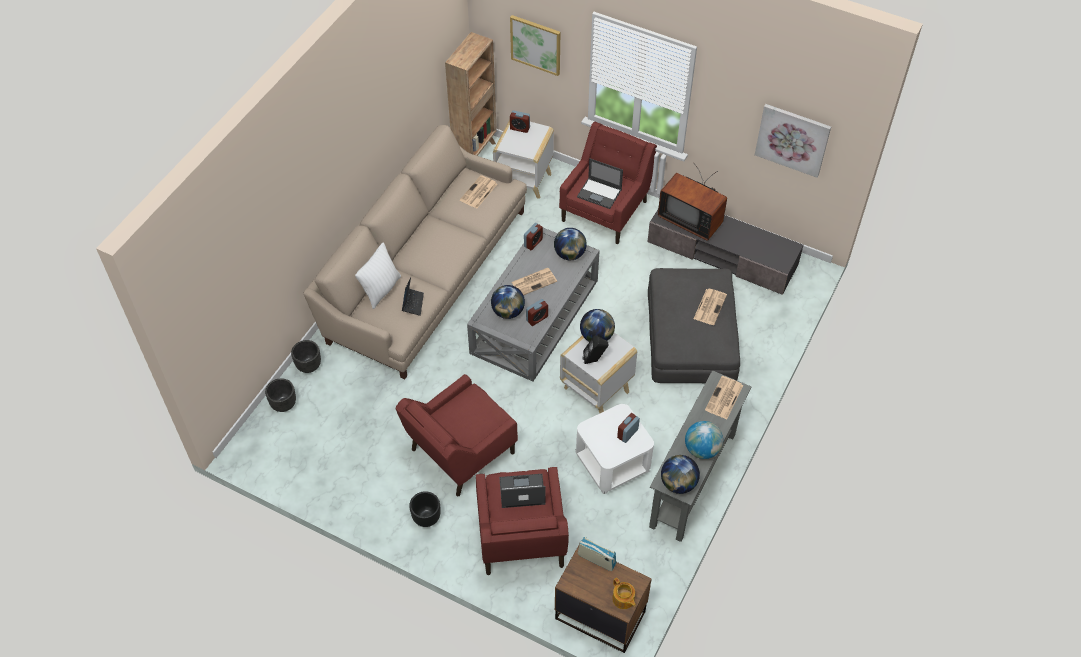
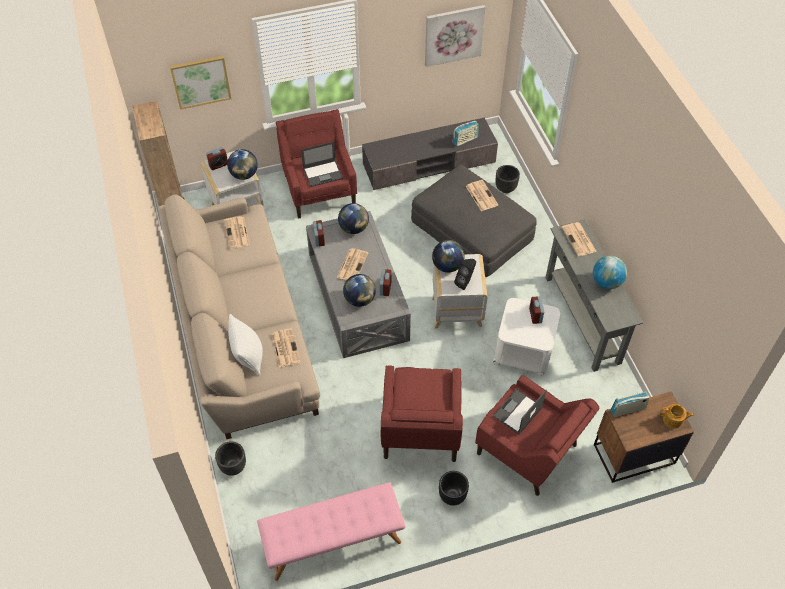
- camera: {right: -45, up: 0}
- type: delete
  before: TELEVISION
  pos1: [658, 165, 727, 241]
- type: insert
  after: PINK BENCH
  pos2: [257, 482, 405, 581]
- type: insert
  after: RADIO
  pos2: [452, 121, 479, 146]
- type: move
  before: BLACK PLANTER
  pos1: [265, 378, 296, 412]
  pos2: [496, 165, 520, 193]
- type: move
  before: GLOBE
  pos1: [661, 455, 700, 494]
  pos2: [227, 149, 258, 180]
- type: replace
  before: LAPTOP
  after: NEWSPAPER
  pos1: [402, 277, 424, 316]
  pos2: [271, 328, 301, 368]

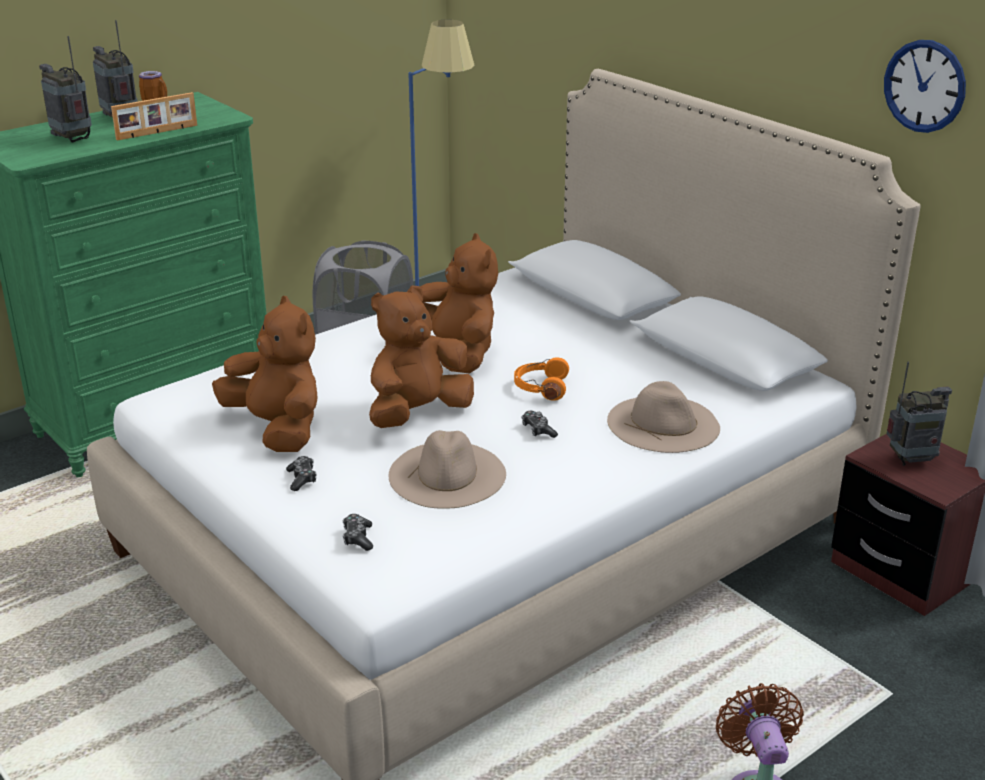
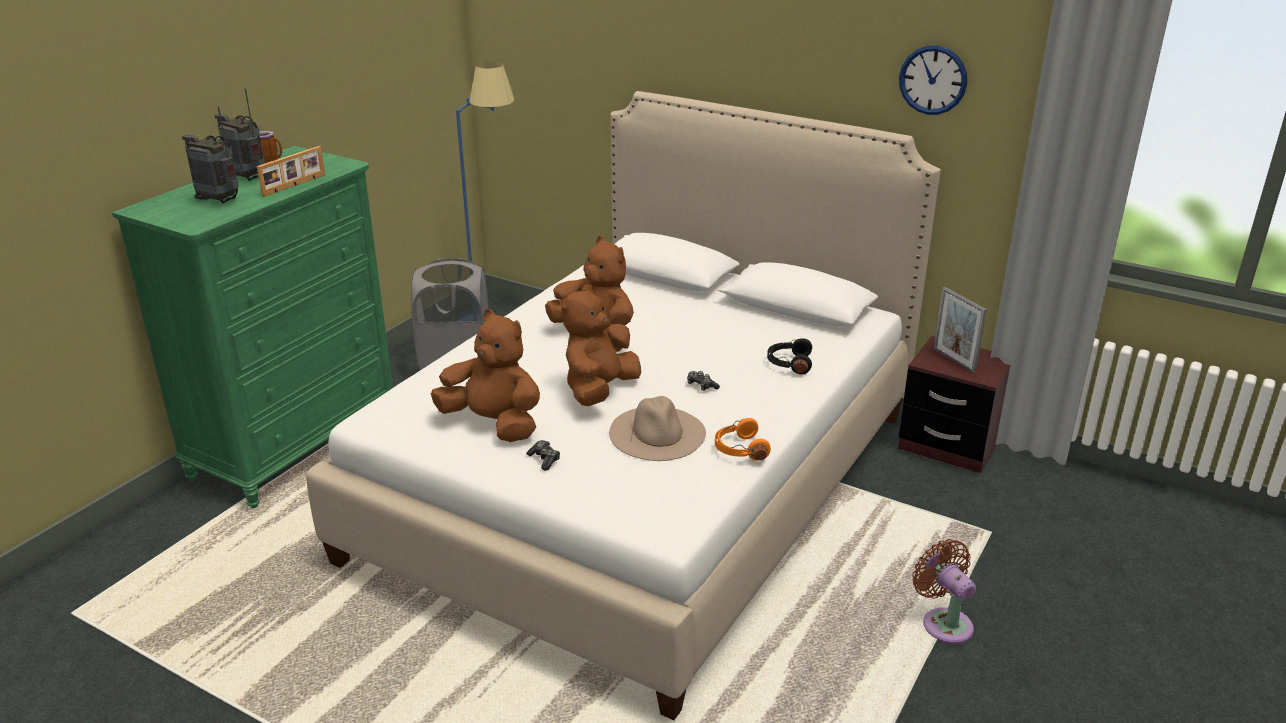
- camera: {right: -20, up: 0}
- type: delete
  before: GAME CONTROLLER
  pos1: [343, 514, 373, 551]
- type: move
  before: ORANGE HEADPHONES
  pos1: [514, 358, 569, 401]
  pos2: [715, 418, 771, 461]
- type: replace
  before: BEIGE HAT
  after: BLACK HEADPHONES
  pos1: [607, 381, 720, 453]
  pos2: [767, 338, 812, 374]
- type: replace
  before: RADIO
  after: PICTURE FRAME
  pos1: [887, 362, 952, 466]
  pos2: [934, 287, 987, 373]

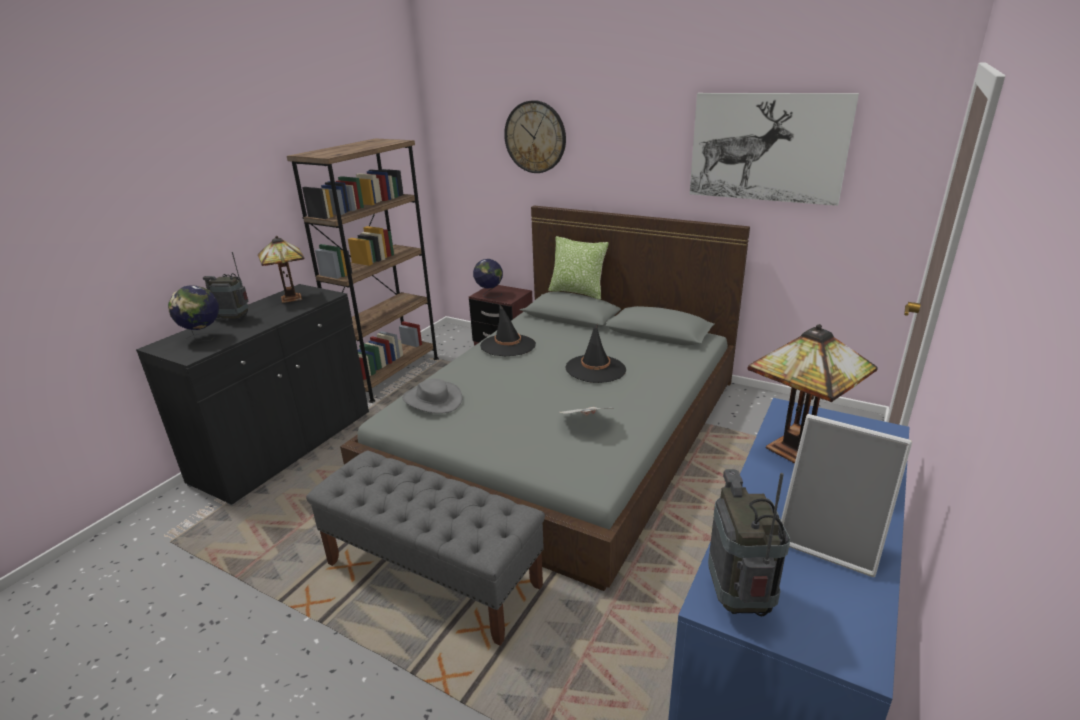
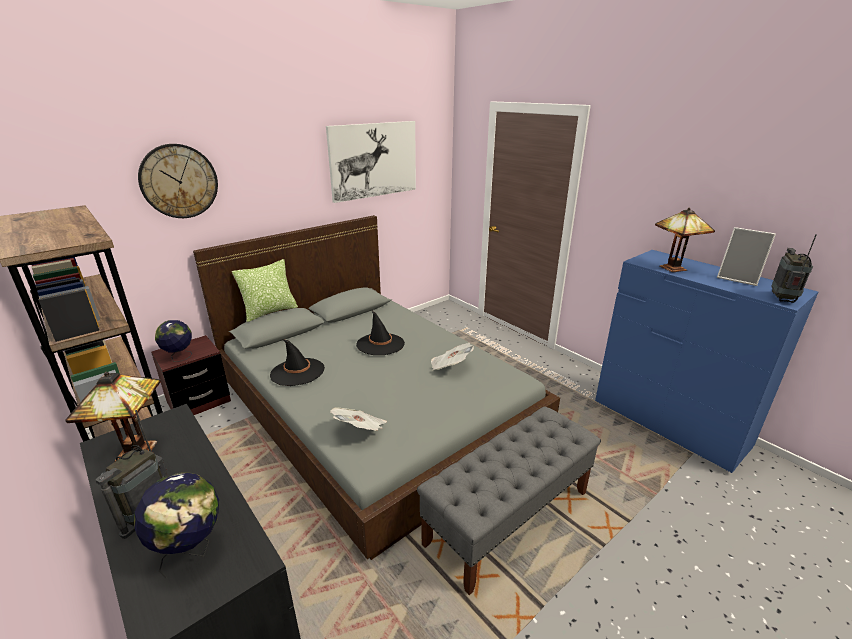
- camera: {right: -70, up: 0}
- type: replace
  before: GREY HAT
  after: NEWSPAPER
  pos1: [402, 379, 463, 414]
  pos2: [330, 407, 387, 431]
- type: rotate
  before: RADIO
  pos1: [708, 469, 790, 616]
  pos2: [772, 234, 817, 303]
  turn: 90
- type: rotate
  before: PICTURE FRAME
  pos1: [781, 414, 912, 577]
  pos2: [717, 227, 776, 286]
  turn: 75

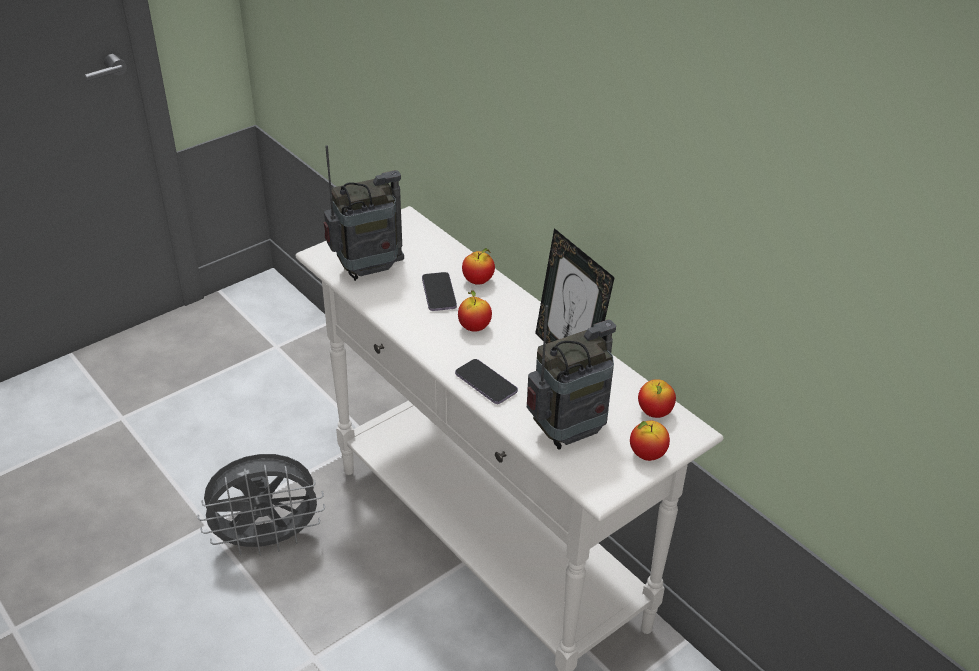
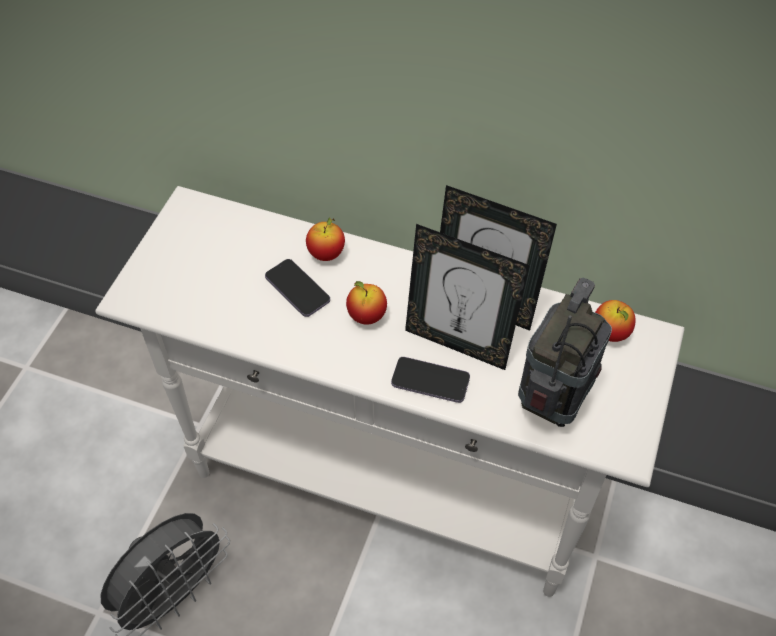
- camera: {right: -30, up: 15}
- type: delete
  before: RADIO
  pos1: [323, 145, 404, 281]
- type: delete
  before: APPLE
  pos1: [630, 420, 670, 461]
- type: insert
  after: PICTURE FRAME
  pos2: [405, 224, 530, 370]

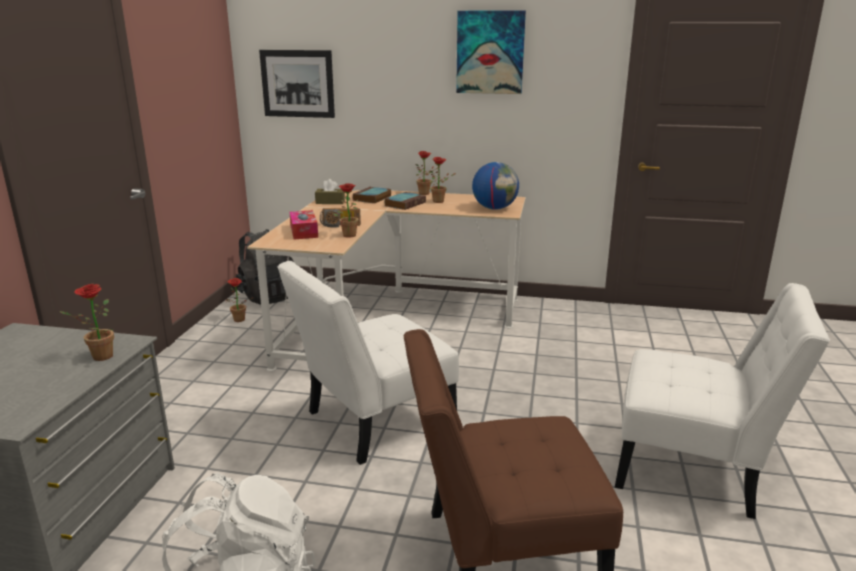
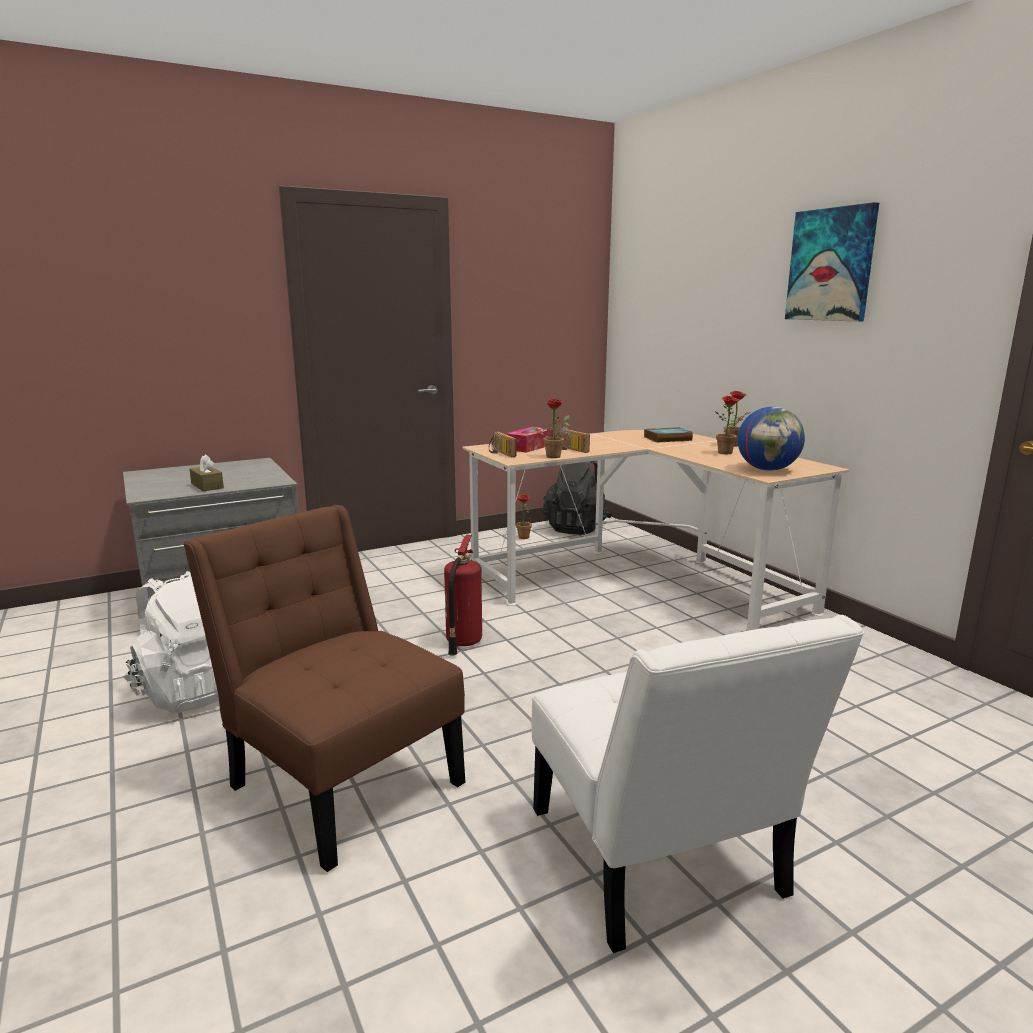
- camera: {right: 50, up: -5}
- type: delete
  before: POTTED PLANT
  pos1: [59, 284, 114, 361]
- type: delete
  before: PICTURE
  pos1: [259, 50, 335, 118]
- type: delete
  before: BOOK
  pos1: [385, 192, 426, 210]
- type: insert
  after: RADIO
  pos2: [489, 431, 517, 457]
- type: move
  before: BROWN TISSUE BOX
  pos1: [315, 179, 345, 204]
  pos2: [189, 455, 224, 491]
- type: replace
  before: WHITE CHAIR
  after: FIRE EXTINGUISHER
  pos1: [277, 261, 459, 465]
  pos2: [444, 535, 482, 656]

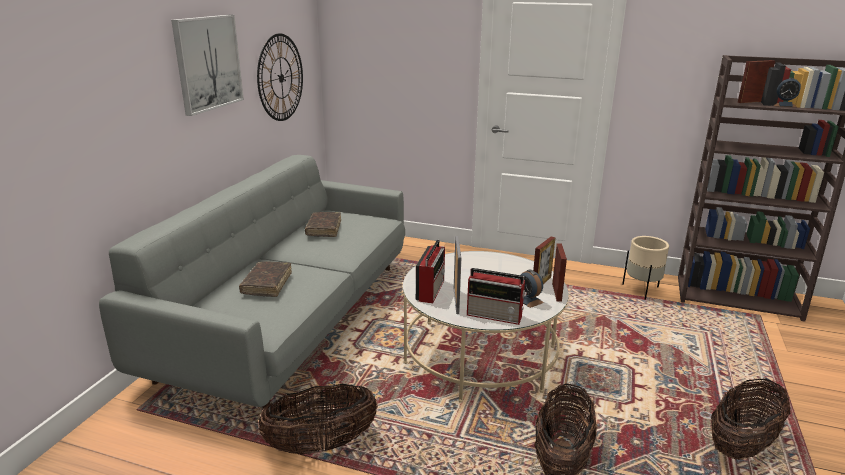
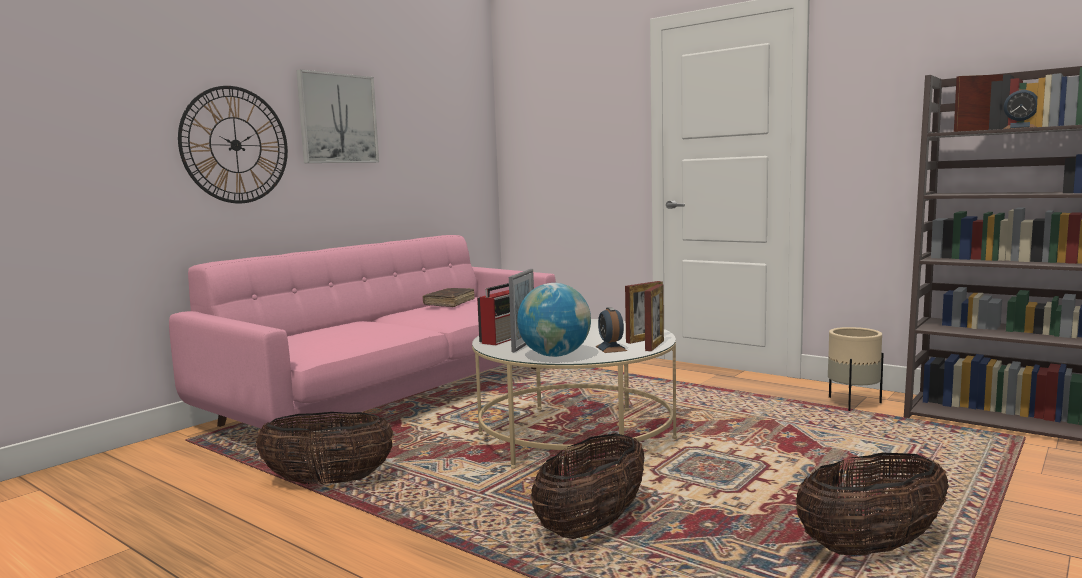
- camera: {right: 20, up: -15}
- type: delete
  before: BROWN BOOK
  pos1: [239, 261, 292, 297]
- type: move
  before: WALL CLOCK
  pos1: [257, 33, 303, 121]
  pos2: [178, 86, 288, 203]
- type: replace
  before: RADIO
  after: GLOBE
  pos1: [467, 268, 527, 325]
  pos2: [517, 283, 591, 357]
- type: recolor
  before: GREY SOFA
  after: PINK SOFA
  pos1: [99, 155, 405, 409]
  pos2: [169, 235, 556, 436]

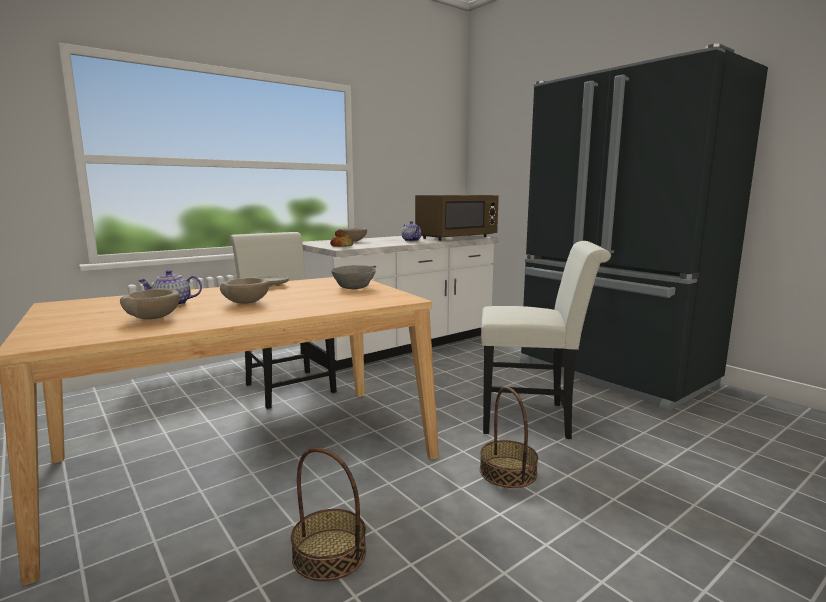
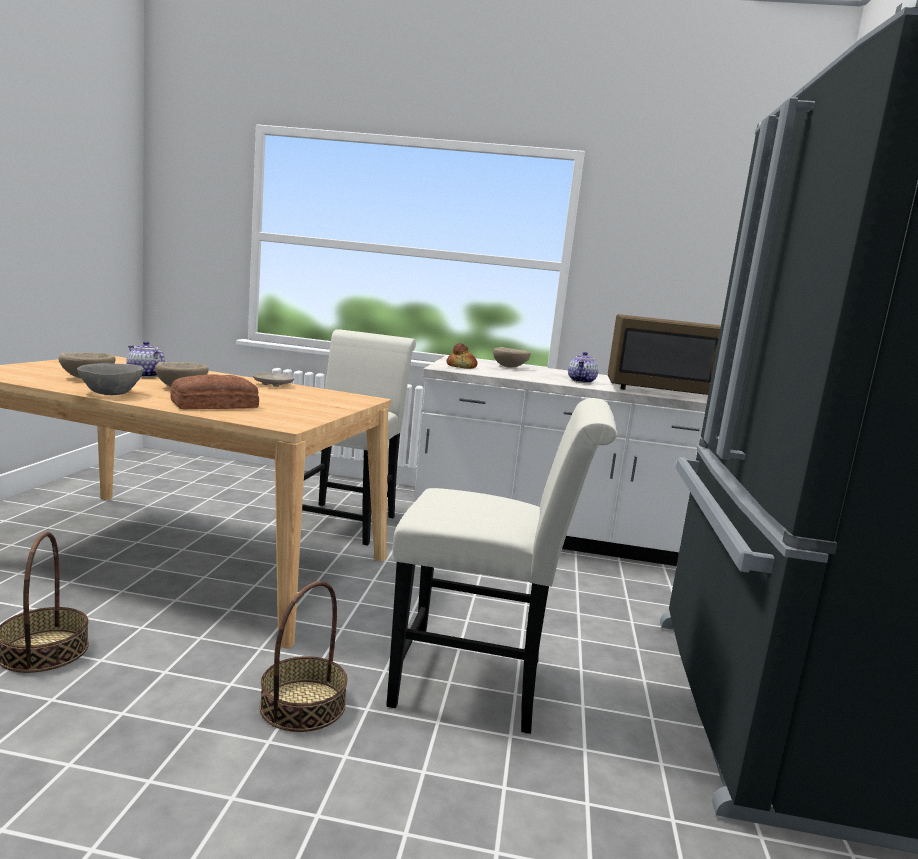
- camera: {right: 45, up: 0}
- type: insert
  after: BREAD
  pos2: [170, 374, 259, 409]
- type: move
  before: GREY BOWL
  pos1: [331, 265, 376, 289]
  pos2: [77, 363, 144, 395]
- type: rotate
  before: WHITE CHAIR
  pos1: [481, 241, 611, 439]
  pos2: [386, 398, 617, 734]
  turn: -45

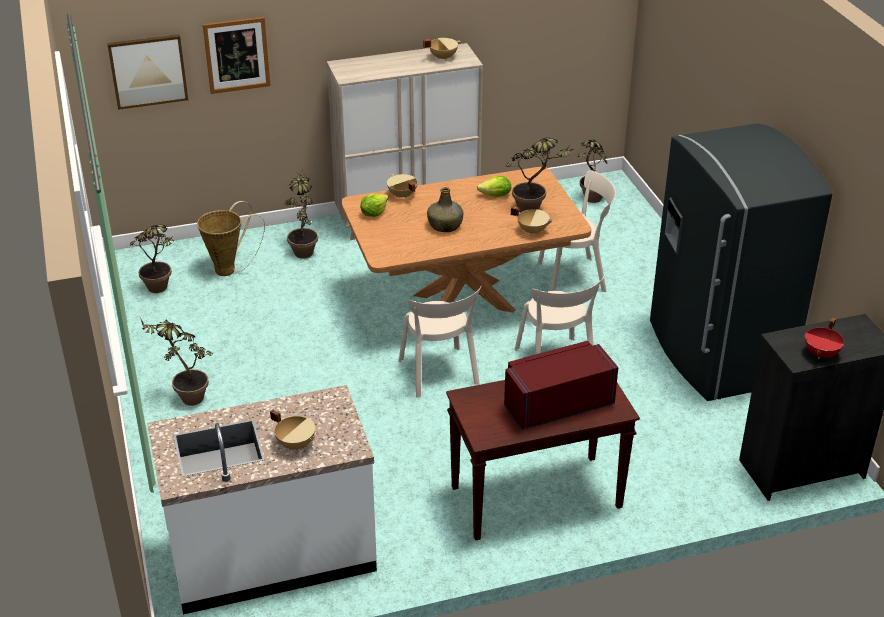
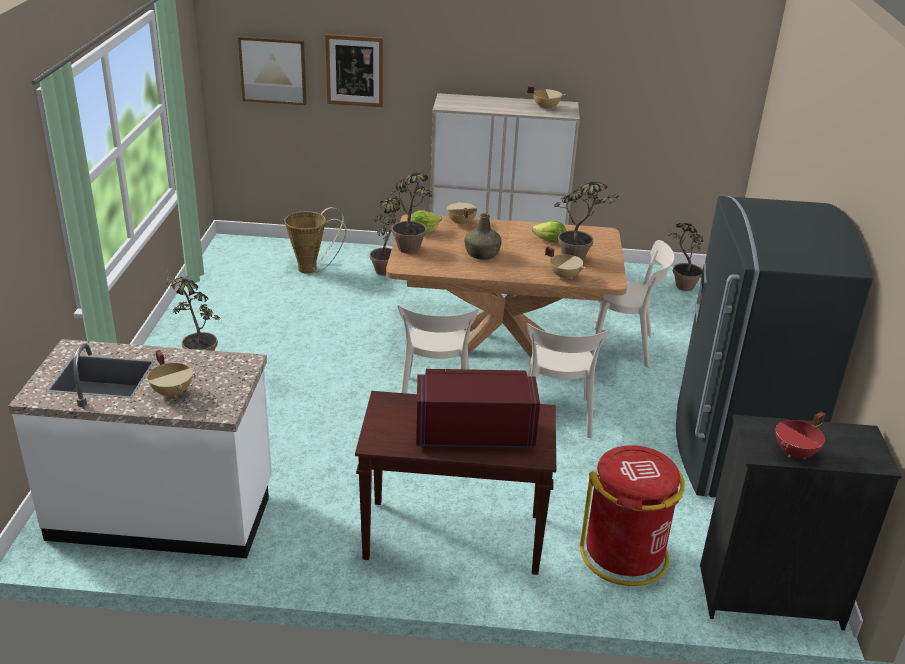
- camera: {right: 20, up: -5}
- type: insert
  after: RED TRASH CAN
  pos2: [580, 445, 685, 586]
- type: move
  before: POTTED PLANT
  pos1: [130, 225, 174, 293]
  pos2: [390, 173, 432, 254]

